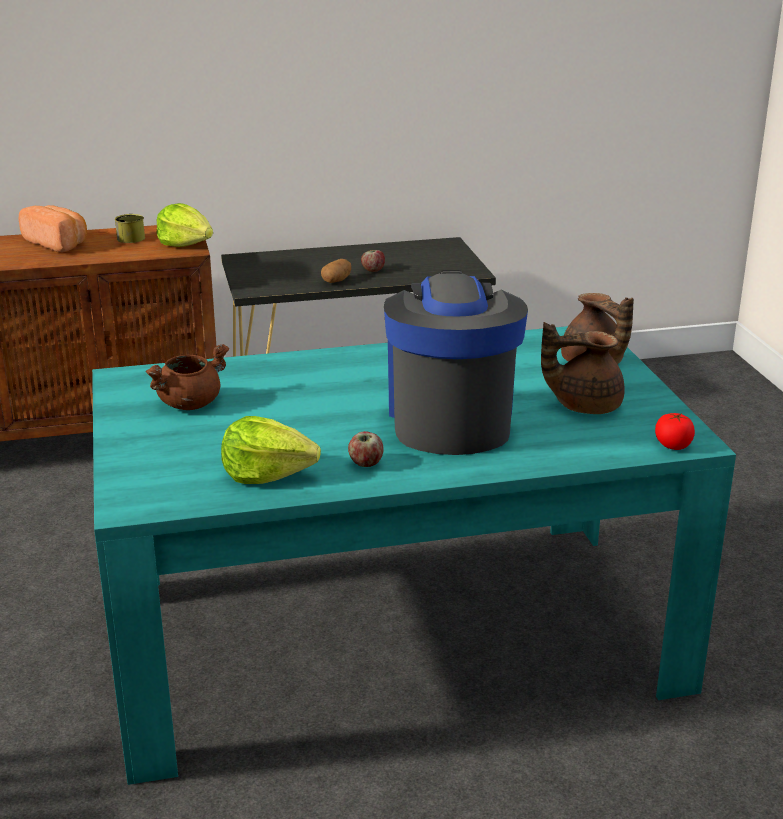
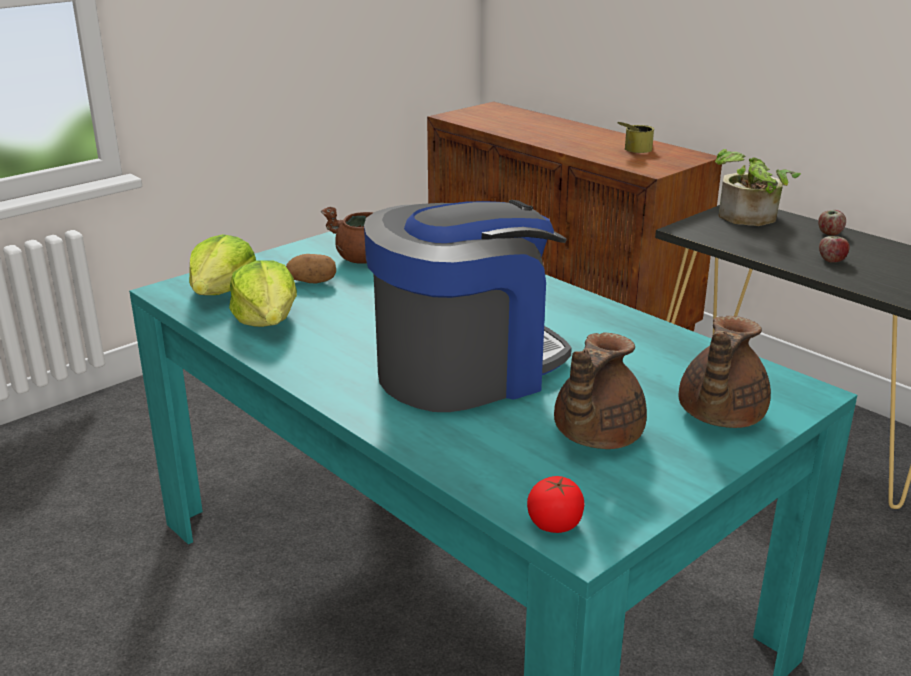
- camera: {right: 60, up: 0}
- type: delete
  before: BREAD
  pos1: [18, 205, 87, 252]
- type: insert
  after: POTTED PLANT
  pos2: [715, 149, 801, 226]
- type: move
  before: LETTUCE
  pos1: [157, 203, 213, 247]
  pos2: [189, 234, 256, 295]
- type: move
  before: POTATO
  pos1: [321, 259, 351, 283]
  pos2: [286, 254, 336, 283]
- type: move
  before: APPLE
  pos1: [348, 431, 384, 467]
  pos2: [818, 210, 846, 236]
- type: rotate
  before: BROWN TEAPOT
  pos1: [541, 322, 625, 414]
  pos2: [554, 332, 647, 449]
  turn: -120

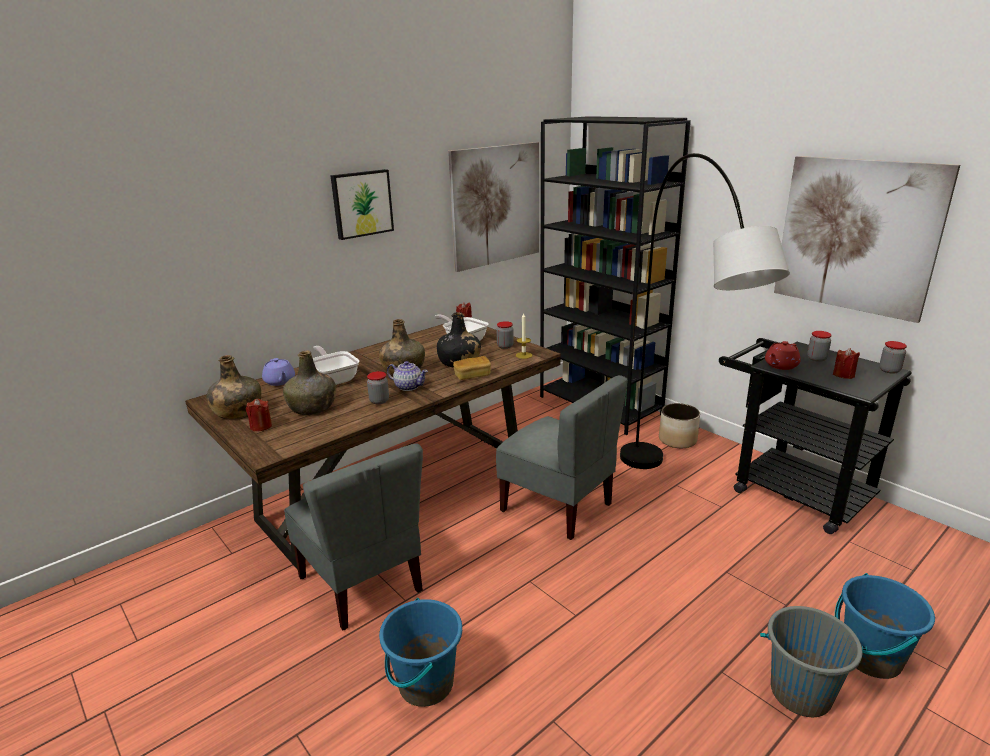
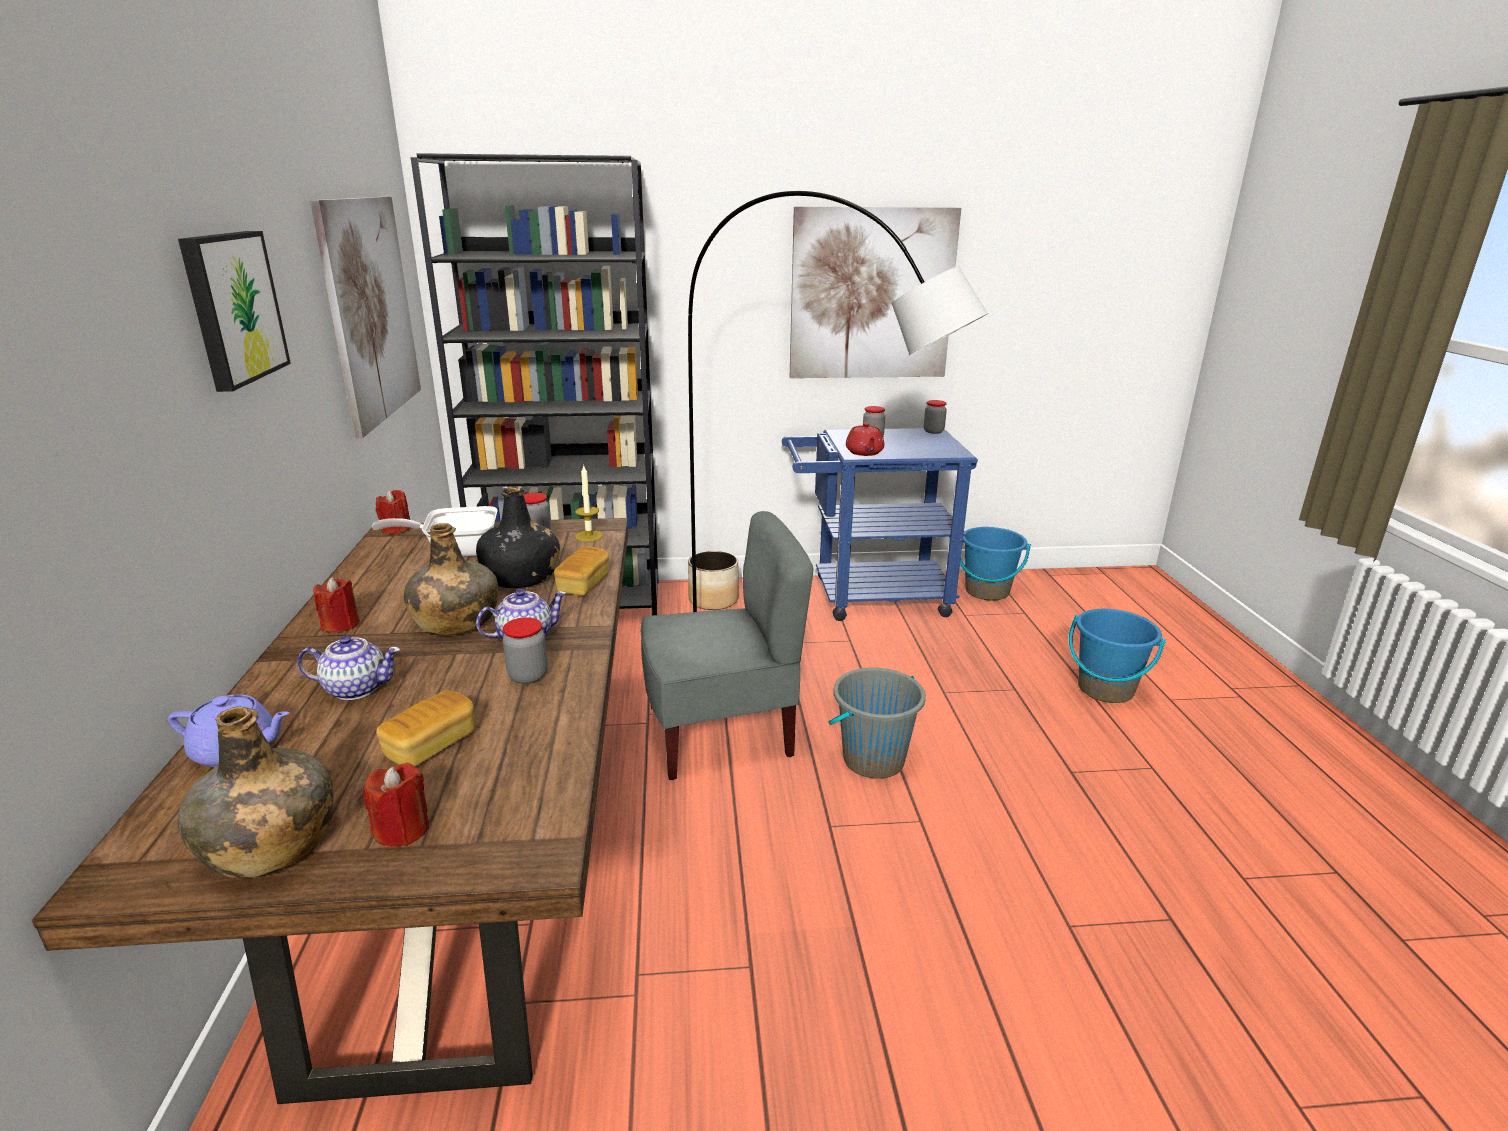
- camera: {right: -55, up: 0}
- type: delete
  before: GREY CHAIR
  pos1: [284, 443, 423, 631]
- type: move
  before: BLUE BUCKET
  pos1: [379, 598, 462, 707]
  pos2: [960, 527, 1031, 601]
- type: move
  before: GREY BUCKET
  pos1: [760, 606, 867, 717]
  pos2: [829, 668, 926, 779]
- type: move
  before: RED CANDLE
  pos1: [833, 348, 860, 379]
  pos2: [313, 577, 360, 633]
- type: replace
  before: GREEN BOTTLE
  after: BREAD
  pos1: [283, 351, 336, 415]
  pos2: [376, 690, 475, 767]
- type: replace
  before: FRYING PAN
  after: TEAPOT
  pos1: [313, 346, 359, 385]
  pos2: [297, 636, 400, 700]
- type: recolor
  before: BLACK CART
  after: BLUE CART
  pos1: [719, 338, 912, 534]
  pos2: [782, 428, 978, 621]

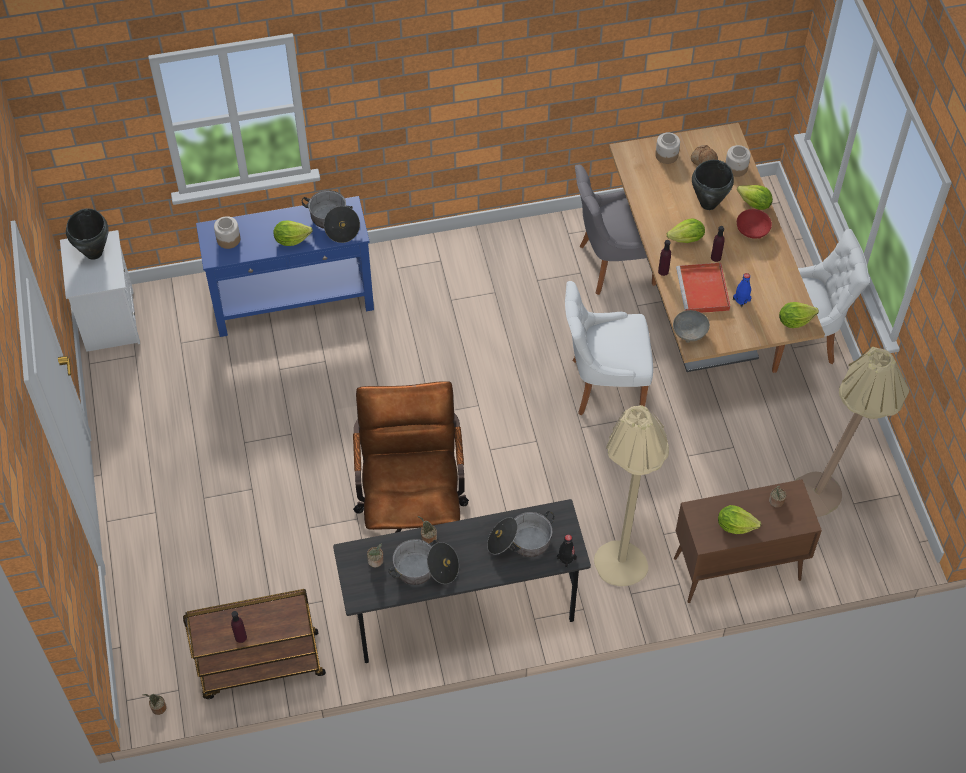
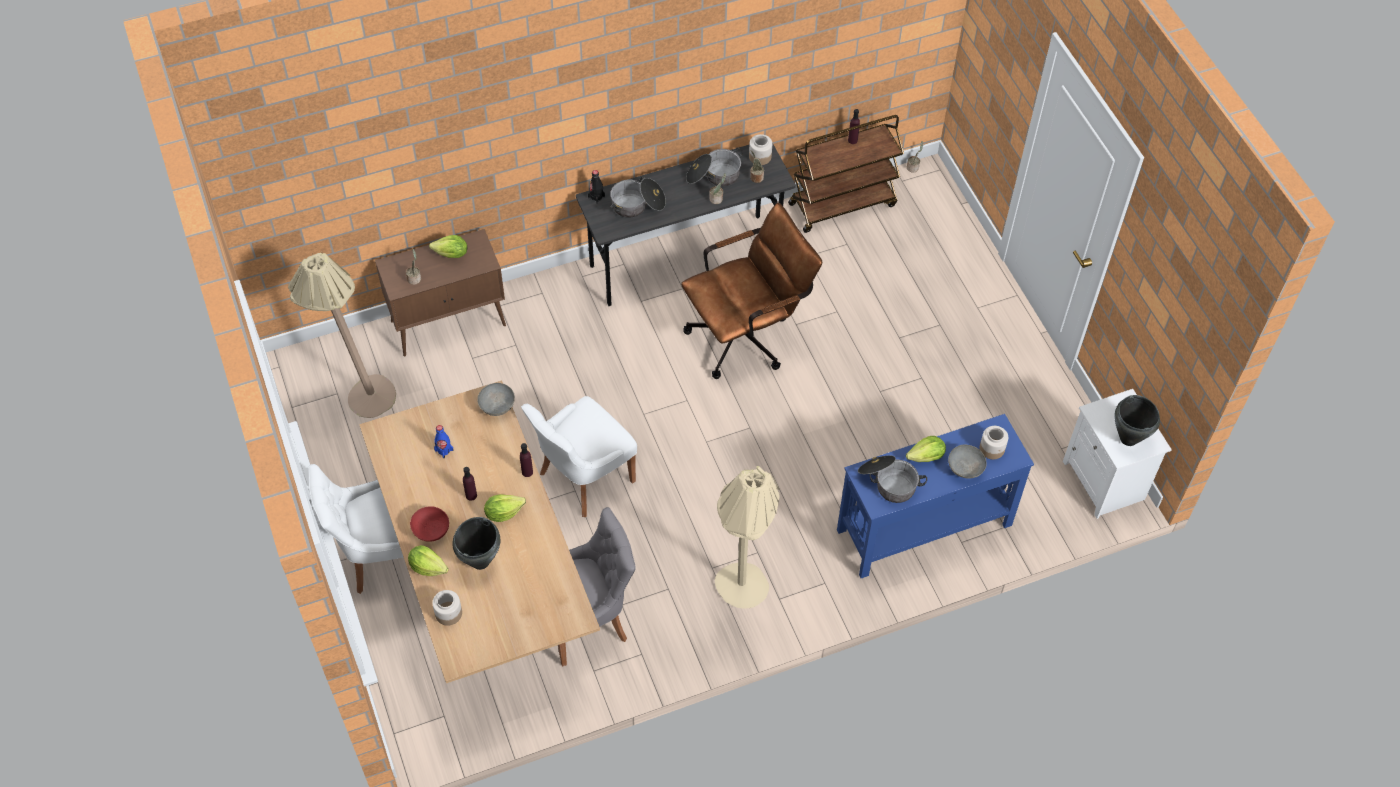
- camera: {right: 170, up: 0}
- type: delete
  before: RED TRAY
  pos1: [676, 263, 730, 313]
- type: delete
  before: BREAD
  pos1: [691, 145, 718, 166]
- type: delete
  before: LETTUCE
  pos1: [779, 302, 819, 328]
- type: insert
  after: GREY BOWL
  pos2: [948, 445, 986, 478]
- type: move
  before: BEIGE FLOOR LAMP
  pos1: [594, 405, 669, 586]
  pos2: [715, 466, 780, 609]
- type: move
  before: JAR
  pos1: [655, 132, 680, 164]
  pos2: [749, 134, 772, 165]
- type: rotate
  before: BROWN OFFICE CHAIR
  pos1: [353, 381, 469, 533]
  pos2: [681, 203, 822, 379]
  turn: -105
- type: rotate
  before: WHITE CHAIR
  pos1: [565, 281, 653, 416]
  pos2: [521, 396, 637, 517]
  turn: 150

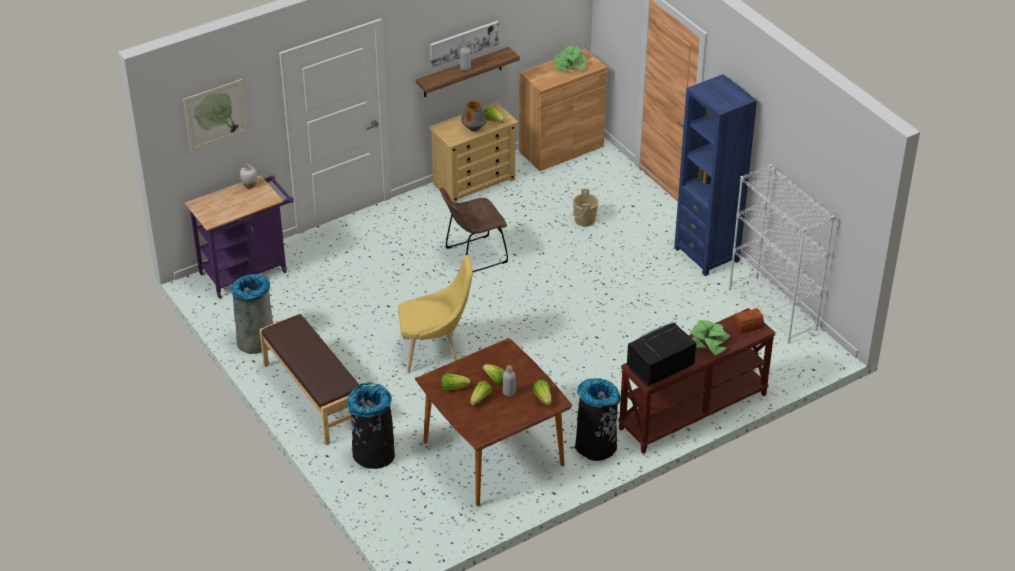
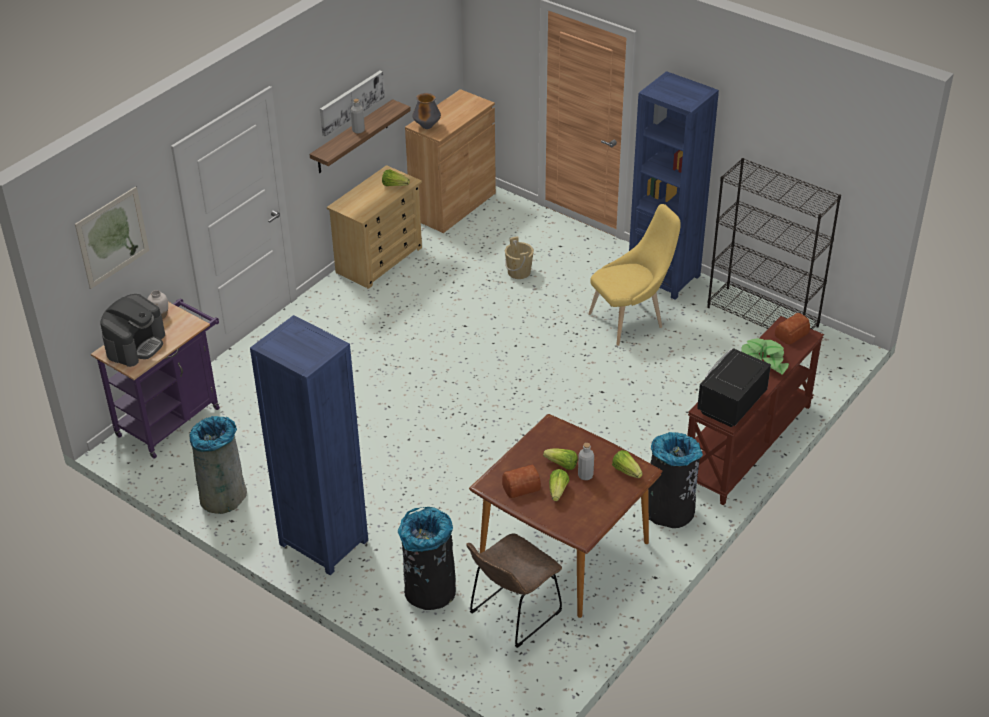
- camera: {right: -20, up: 0}
- type: delete
  before: POTTED PLANT
  pos1: [553, 46, 587, 72]
- type: insert
  after: COFFEE MACHINE
  pos2: [100, 294, 165, 367]
- type: move
  before: YELLOW CHAIR
  pos1: [398, 255, 473, 373]
  pos2: [588, 204, 681, 346]
- type: move
  before: BROWN CHAIR
  pos1: [440, 188, 508, 272]
  pos2: [466, 533, 562, 648]
- type: move
  before: VASE
  pos1: [461, 100, 487, 132]
  pos2: [412, 93, 441, 129]
- type: replace
  before: BROWN BENCH
  after: BLUE BOOKCASE
  pos1: [259, 313, 359, 445]
  pos2: [250, 315, 368, 575]
- type: replace
  before: LETTUCE
  after: BREAD
  pos1: [442, 373, 471, 391]
  pos2: [502, 464, 541, 498]
- type: recolor
  before: WHITE BOOKCASE
  after: BLACK BOOKCASE
  pos1: [729, 164, 835, 344]
  pos2: [707, 158, 841, 329]

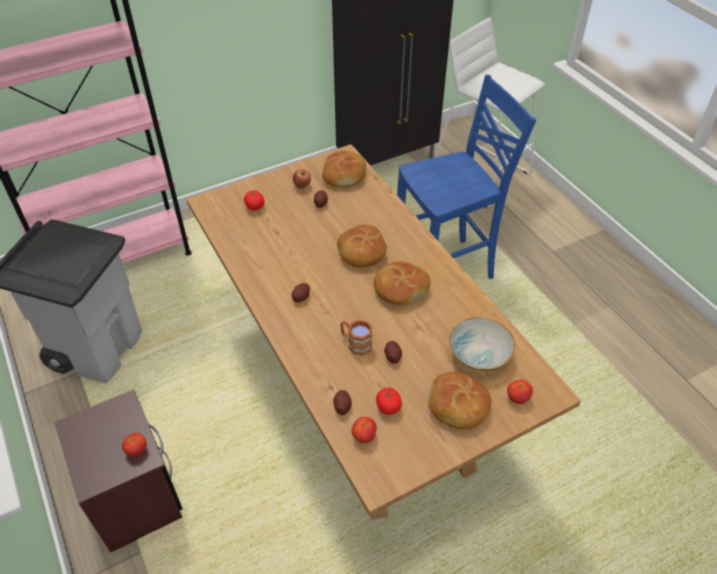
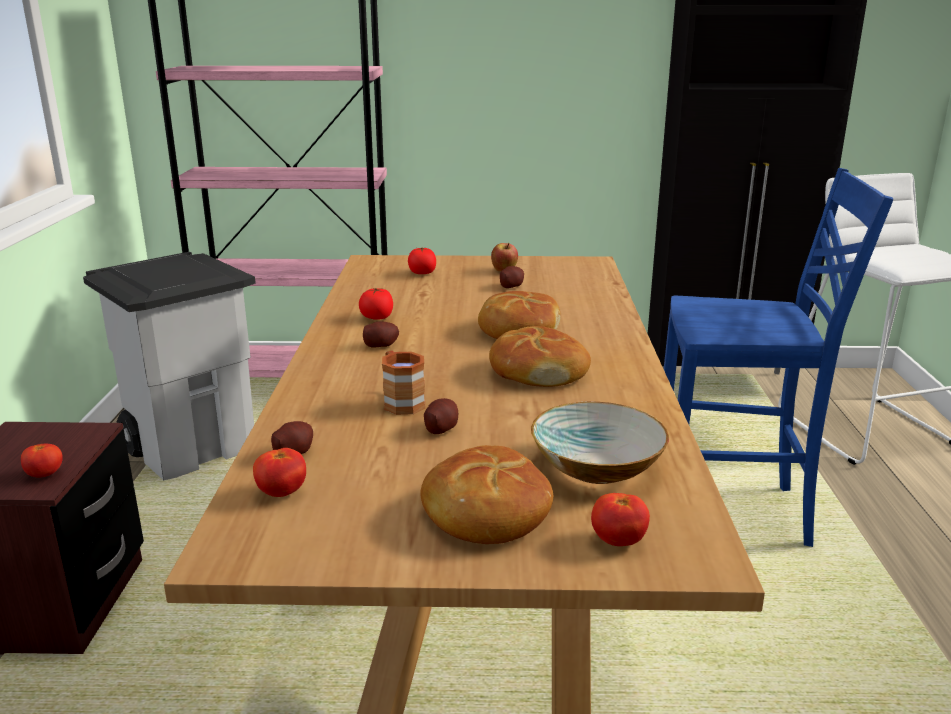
- camera: {right: 30, up: -25}
- type: delete
  before: BREAD
  pos1: [322, 151, 366, 187]
- type: move
  before: TOMATO
  pos1: [376, 388, 402, 415]
  pos2: [359, 288, 393, 320]

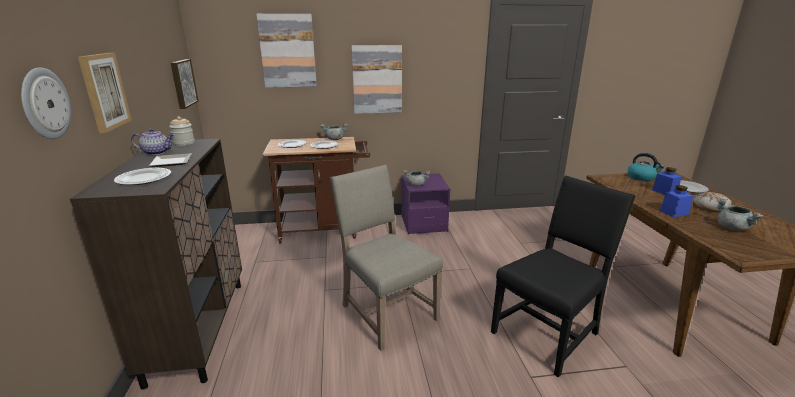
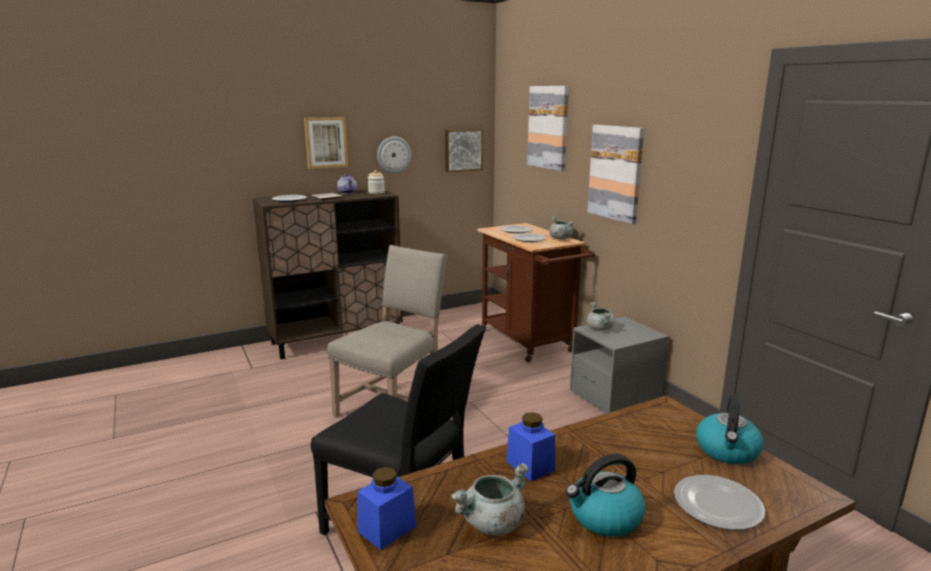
- camera: {right: 70, up: -5}
- type: move
  before: WALL CLOCK
  pos1: [21, 67, 71, 139]
  pos2: [377, 136, 411, 173]
- type: move
  before: BLUE JAR
  pos1: [652, 167, 682, 195]
  pos2: [357, 467, 416, 550]
- type: replace
  before: BREAD
  after: KETTLE
  pos1: [693, 192, 732, 212]
  pos2: [566, 454, 645, 536]
- type: recolor
  before: PURPLE NIGHTSTAND
  after: GREY NIGHTSTAND
  pos1: [401, 173, 450, 234]
  pos2: [570, 316, 669, 413]

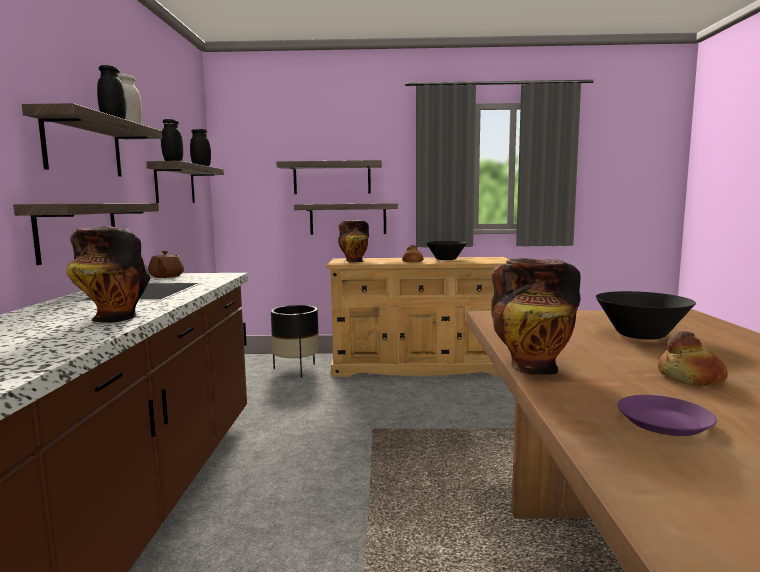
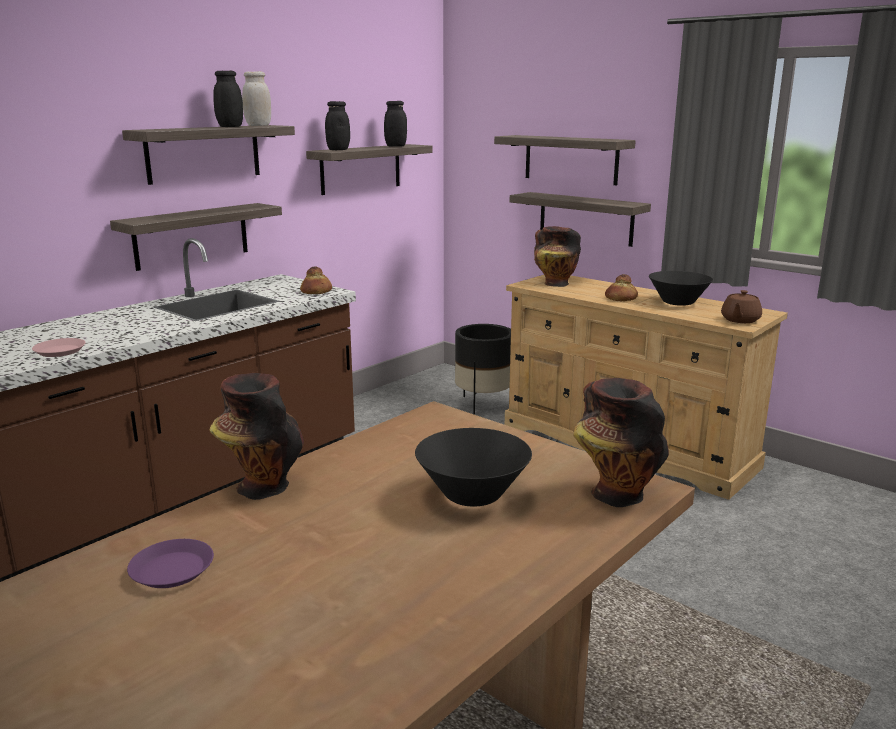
- camera: {right: 40, up: 10}
- type: insert
  after: PINK PLATE
  pos2: [32, 338, 86, 357]
- type: move
  before: VASE
  pos1: [66, 228, 150, 323]
  pos2: [573, 378, 669, 507]
- type: move
  before: BROWN TEAPOT
  pos1: [148, 251, 184, 278]
  pos2: [721, 290, 762, 323]
- type: move
  before: BREAD
  pos1: [658, 331, 728, 386]
  pos2: [300, 266, 332, 294]

